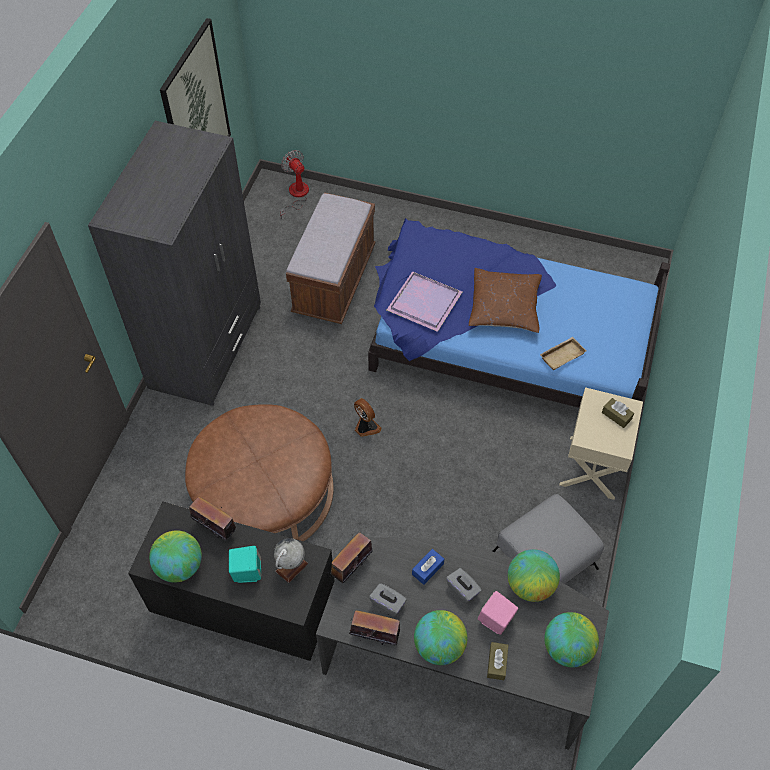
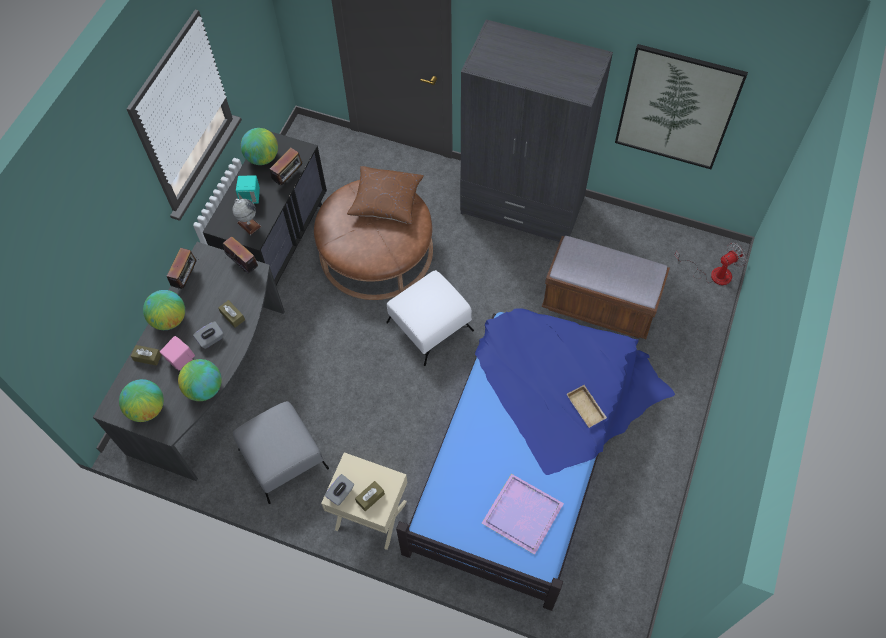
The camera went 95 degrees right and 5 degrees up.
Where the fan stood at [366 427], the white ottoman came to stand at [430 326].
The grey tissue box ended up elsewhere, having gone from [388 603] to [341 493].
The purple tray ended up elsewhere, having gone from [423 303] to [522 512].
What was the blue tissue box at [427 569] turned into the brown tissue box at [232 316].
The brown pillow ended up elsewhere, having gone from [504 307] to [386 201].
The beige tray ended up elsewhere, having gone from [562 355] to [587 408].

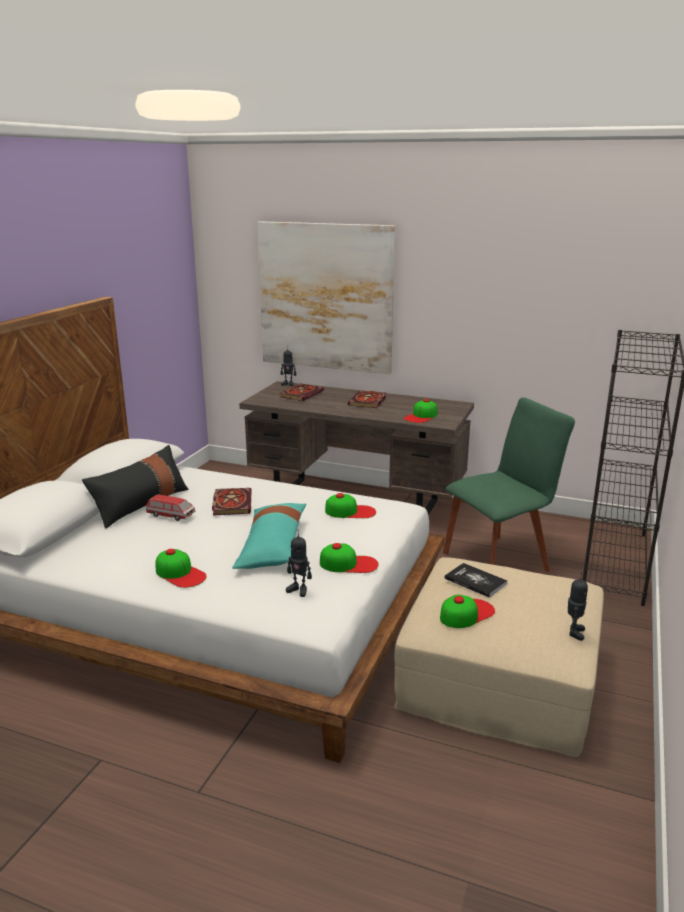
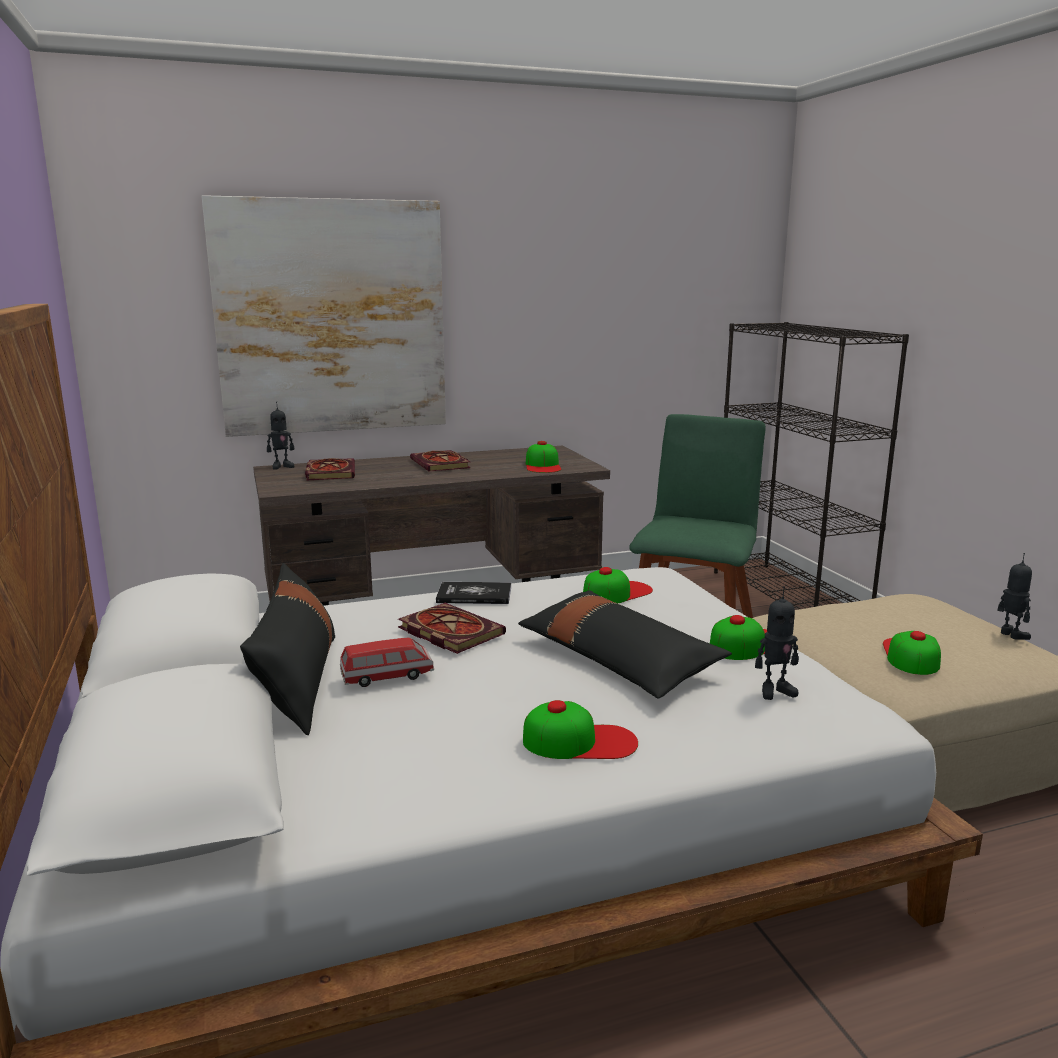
The camera went 40 degrees left and 5 degrees down.
What was the turquoise pillow at [272 546] turned into the black pillow at [617 661].
The book ended up elsewhere, having gone from [475 581] to [474 595].

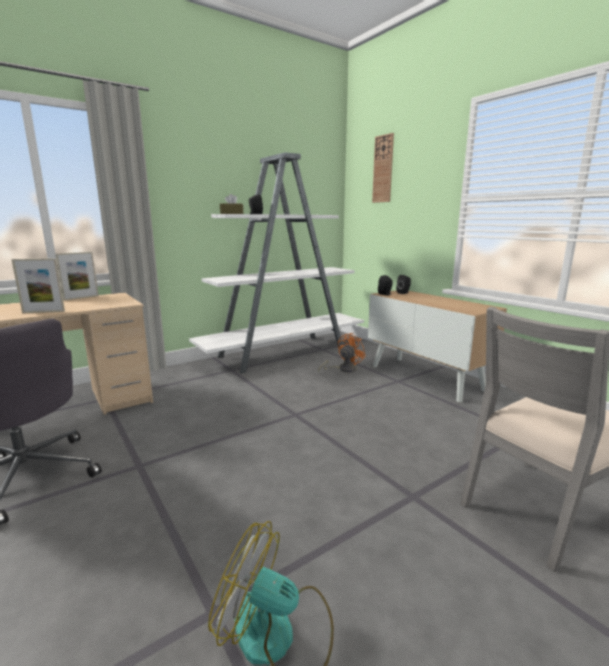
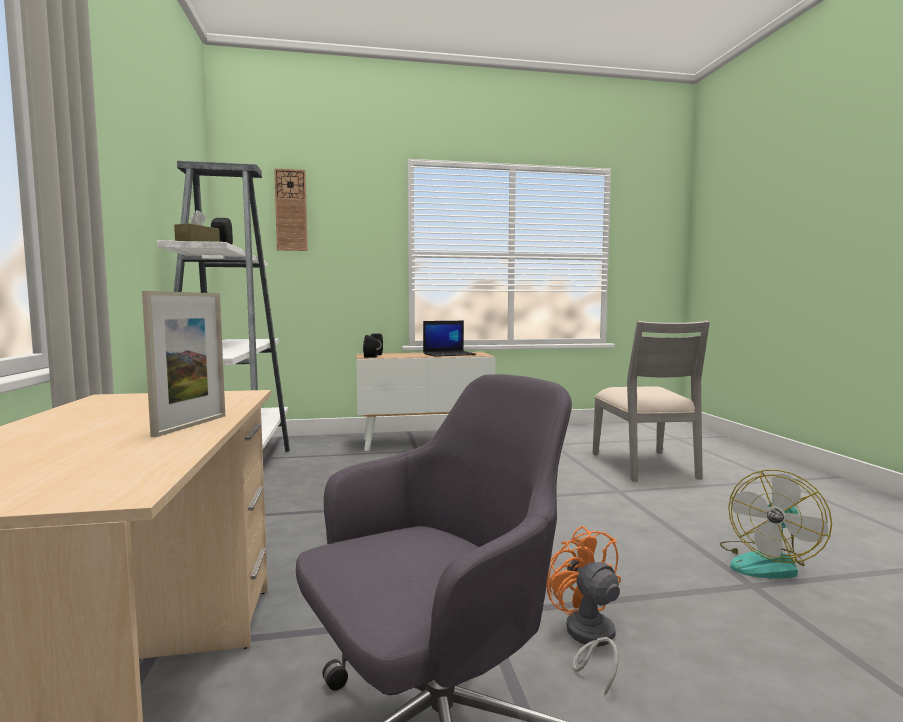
The camera went 65 degrees left and 10 degrees down.
The second view lost the picture frame at [81 298].
The orange fan ended up elsewhere, having gone from [343 369] to [588 639].
The second view gained the laptop at [449 354].

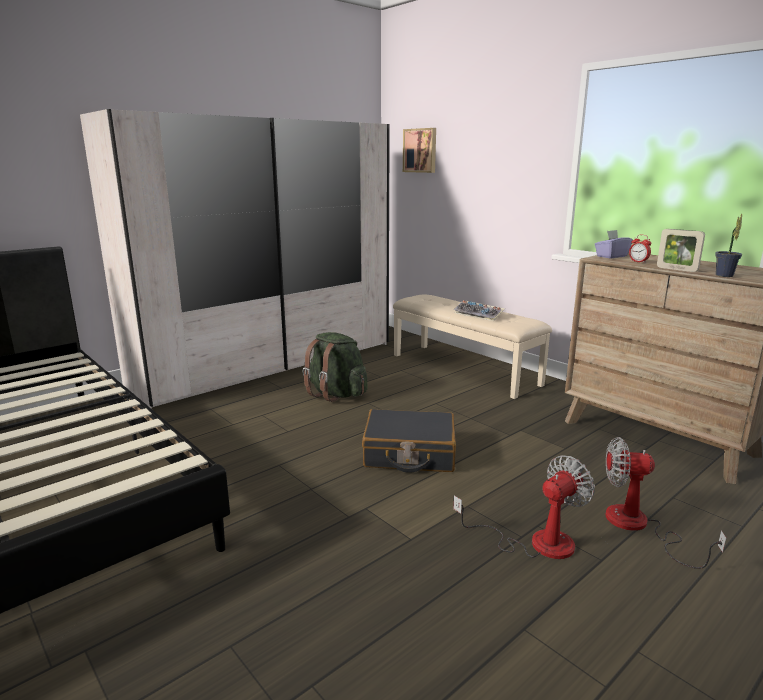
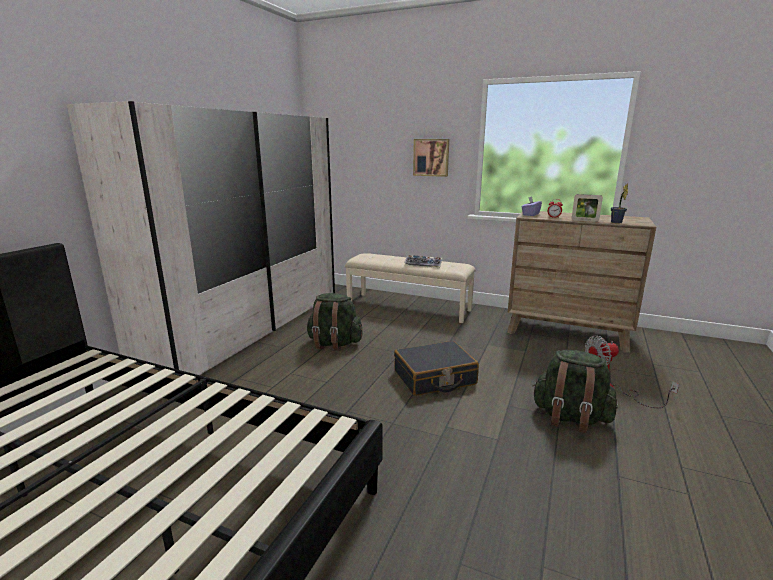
The camera went 25 degrees left and 0 degrees up.
The picture ended up elsewhere, having gone from [420 150] to [431 157].
Where the fan stood at [535 542], the green backpack came to stand at [570 418].

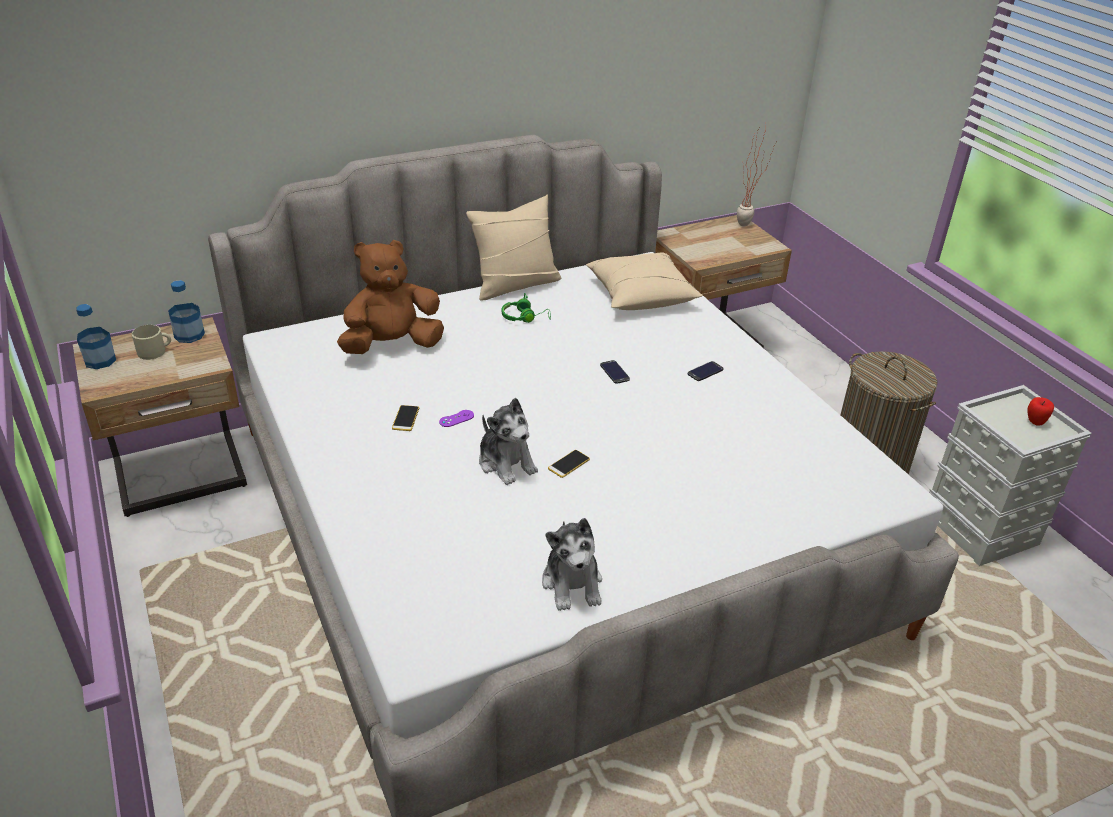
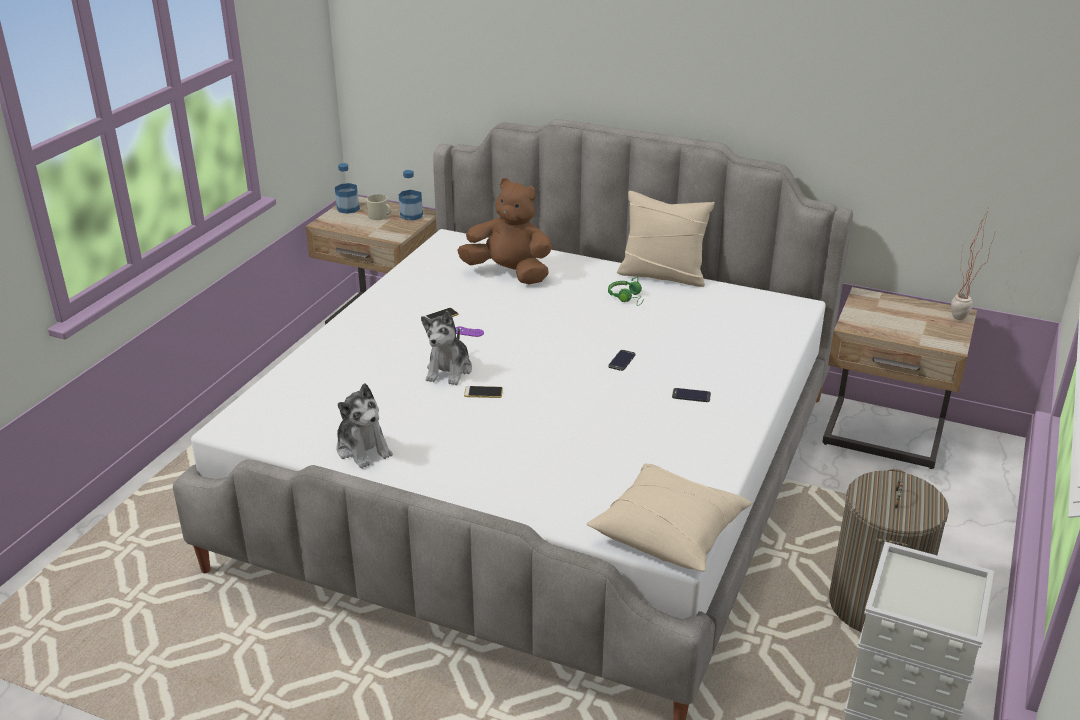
The camera went 50 degrees right and 5 degrees down.
The plush toy at [572 583] ended up facing another way, 75 degrees counterclockwise from before.
The beige pillow ended up elsewhere, having gone from [640 295] to [669 532].
The second view lost the apple at [1035 422].

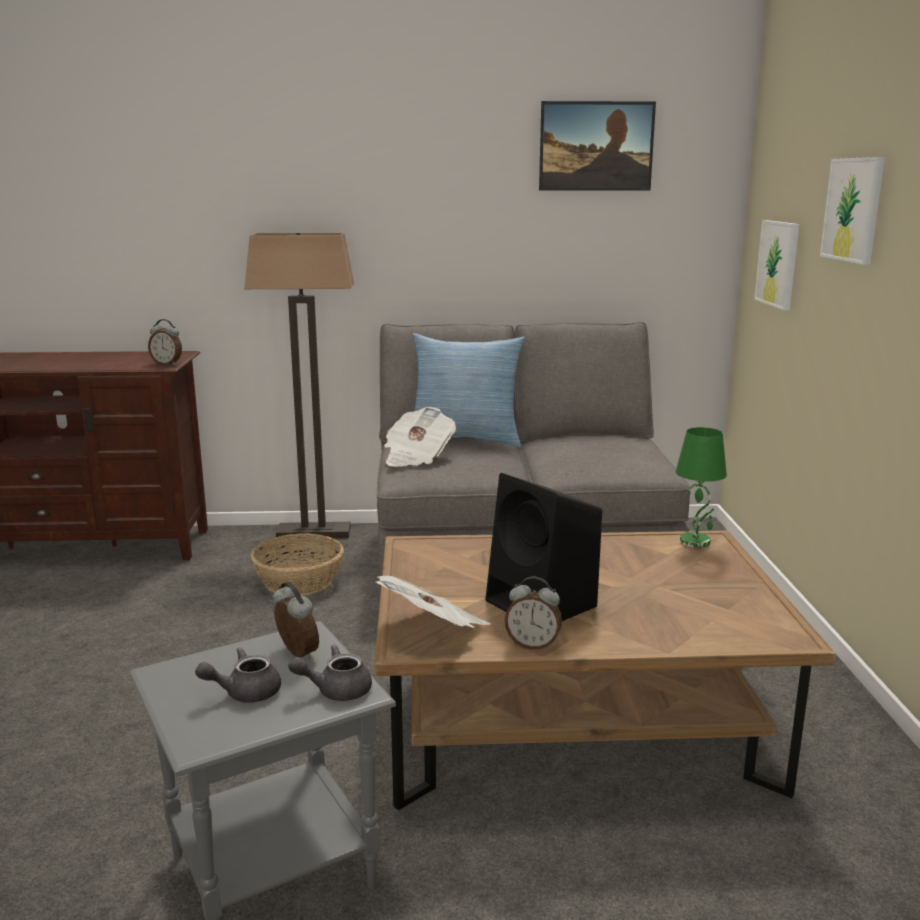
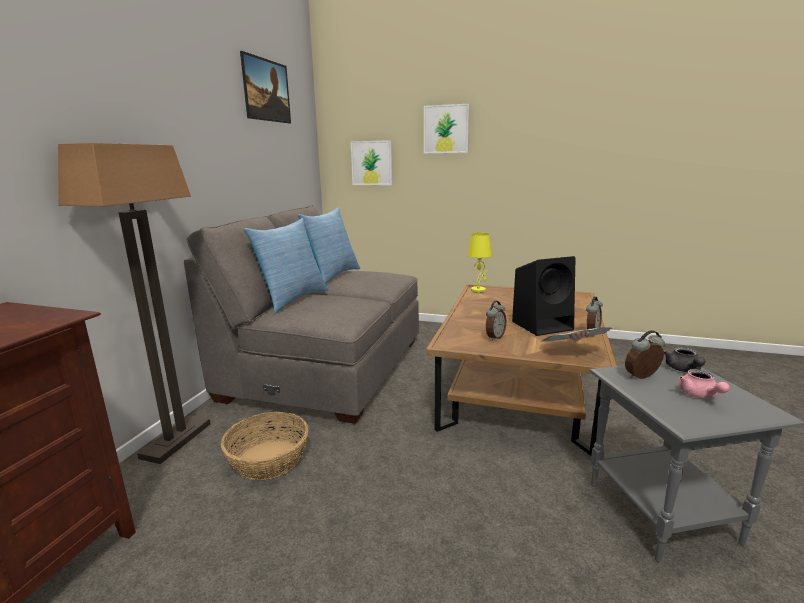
The camera went 70 degrees left and 0 degrees up.
The alarm clock ended up elsewhere, having gone from [167 364] to [494 337].
What was the grey teapot at [244 692] turned into the pink teapot at [700 395].
The second view lost the newspaper at [416 457].
What was the green table lamp at [696 541] turned into the yellow table lamp at [478 290].
The second view gained the pillow at [332 275].

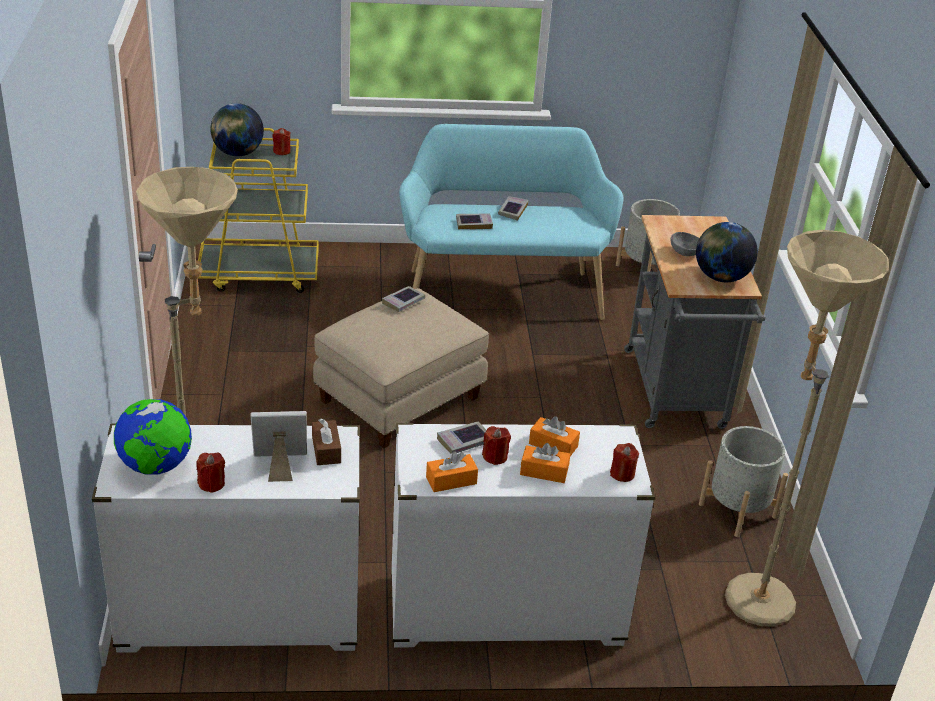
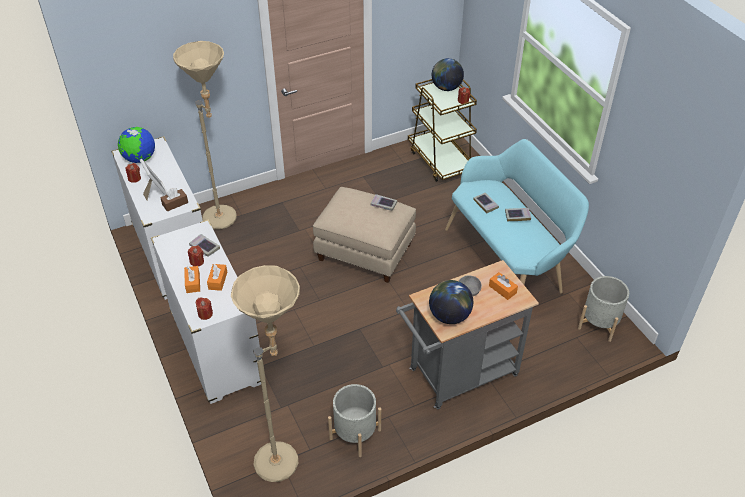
The camera went 70 degrees right and 10 degrees up.
What was the yellow cart at [259 273] turned into the brown cart at [440 160].
The orange tissue box ended up elsewhere, having gone from [451 480] to [502 289].

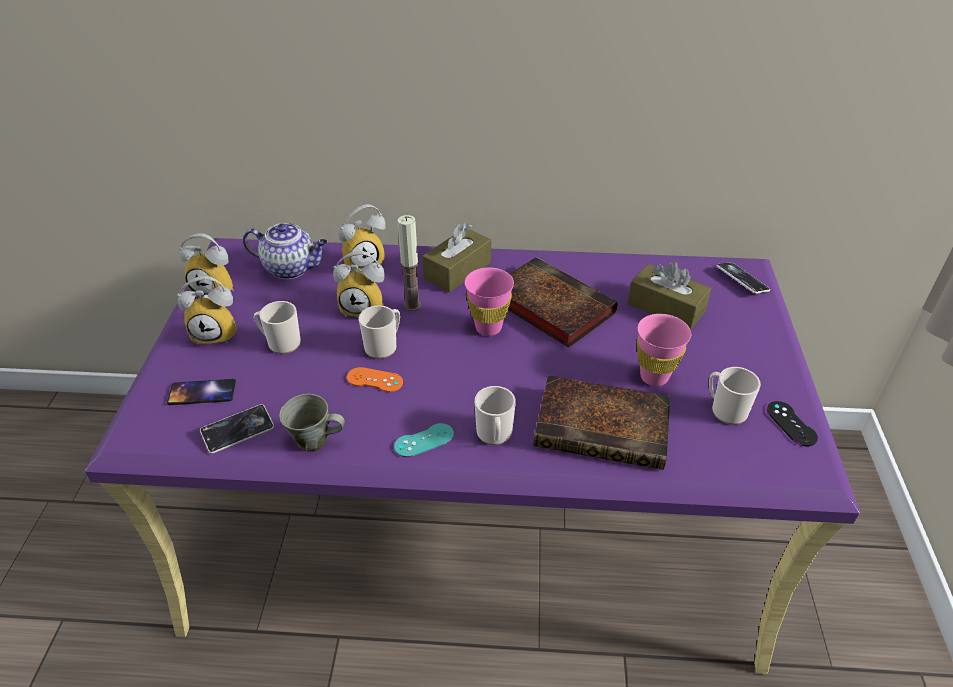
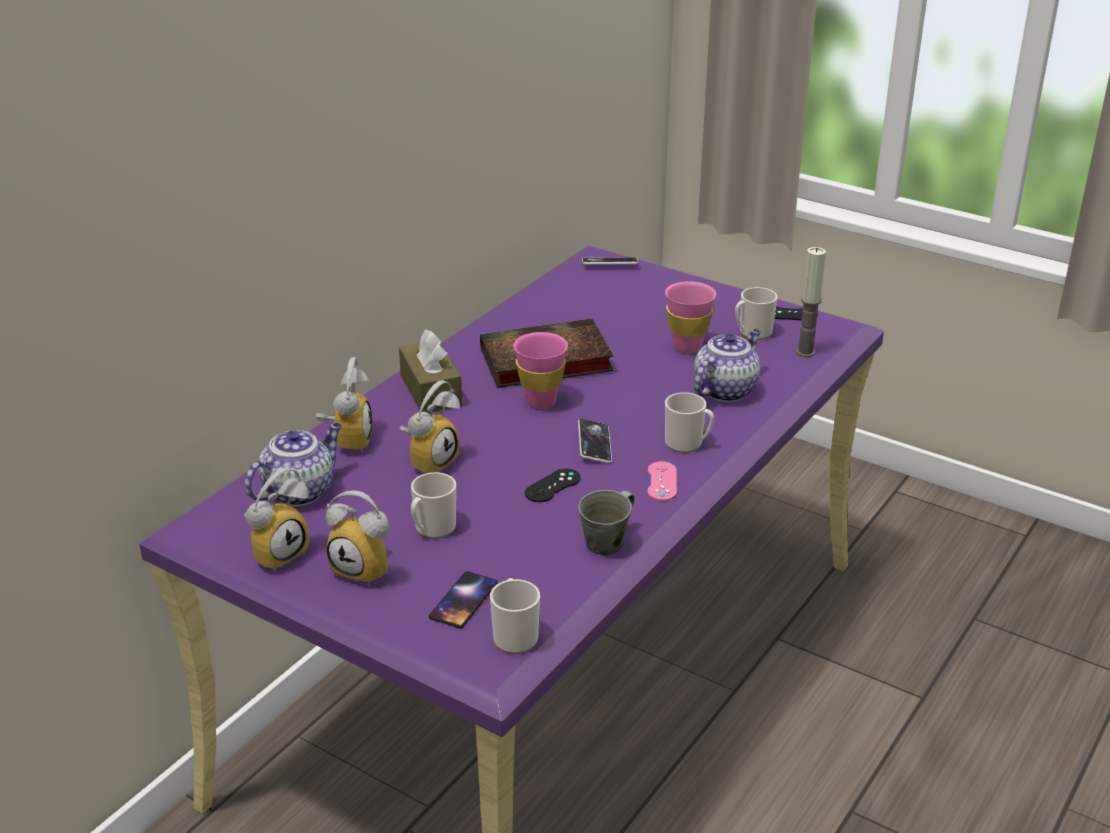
The camera went 60 degrees left and 10 degrees down.
The alarm clock at [218 333] ended up facing another way, 90 degrees clockwise from before.
The phone ended up elsewhere, having gone from [238 431] to [594 445].
What was the orange game controller at [374 380] turned into the black game controller at [552 486].
The mug ended up elsewhere, having gone from [383 346] to [515 635].
What was the turquoise game controller at [424 440] turned into the pink game controller at [662 481].
The candle ended up elsewhere, having gone from [412 305] to [805 352].
Where the book stood at [605 427], the teapot came to stand at [725 390].
The second view lost the brown tissue box at [666 308].

